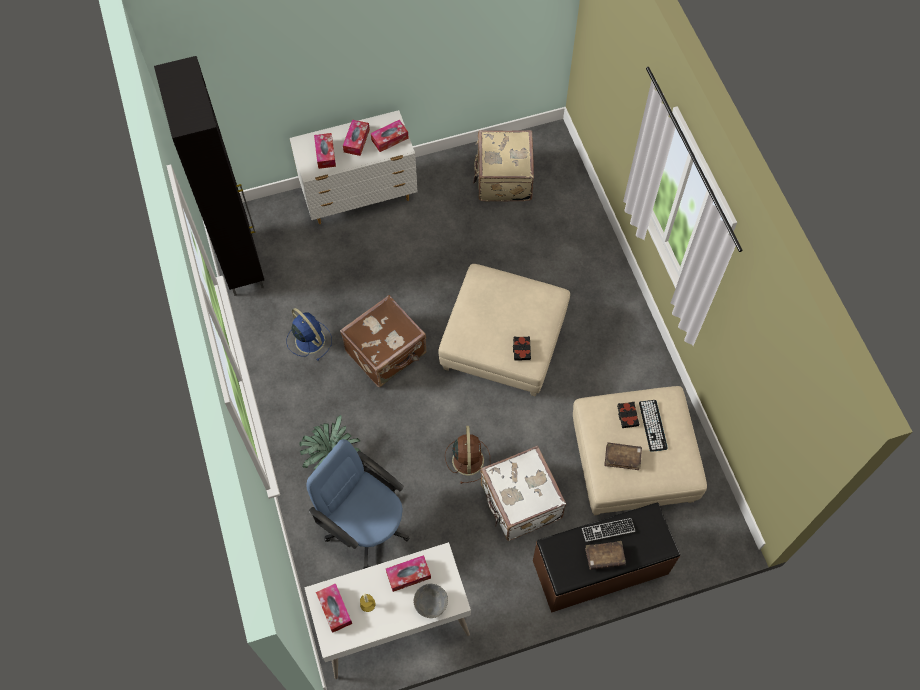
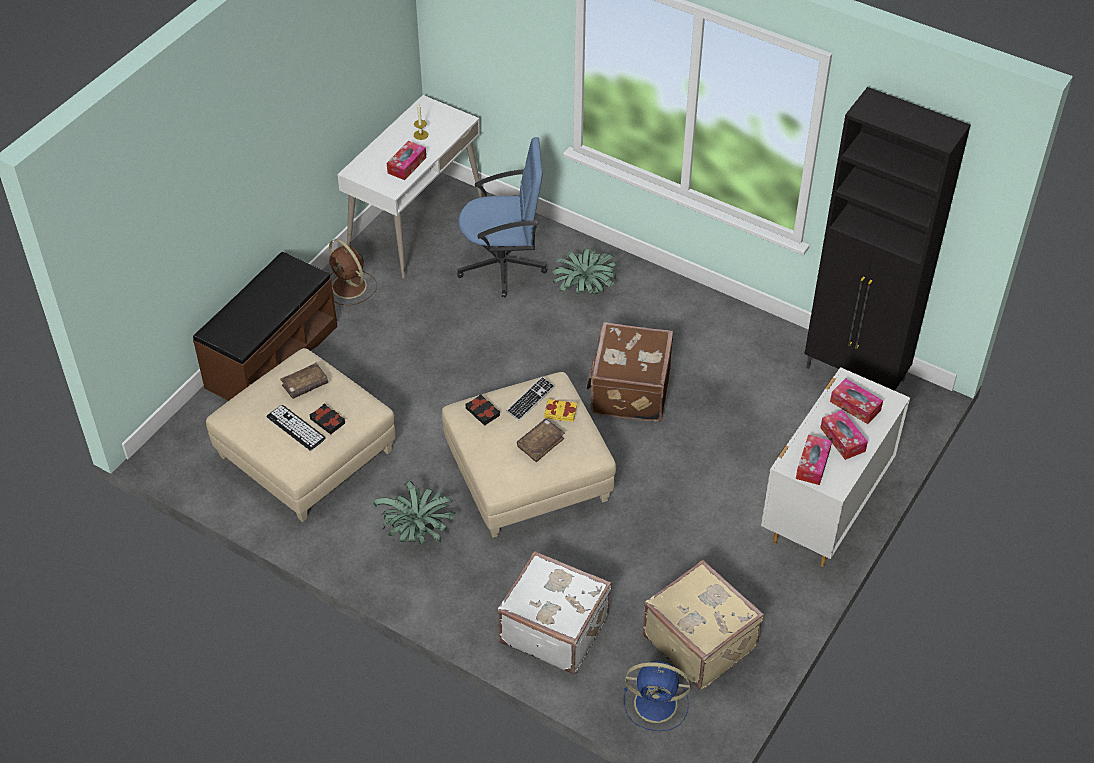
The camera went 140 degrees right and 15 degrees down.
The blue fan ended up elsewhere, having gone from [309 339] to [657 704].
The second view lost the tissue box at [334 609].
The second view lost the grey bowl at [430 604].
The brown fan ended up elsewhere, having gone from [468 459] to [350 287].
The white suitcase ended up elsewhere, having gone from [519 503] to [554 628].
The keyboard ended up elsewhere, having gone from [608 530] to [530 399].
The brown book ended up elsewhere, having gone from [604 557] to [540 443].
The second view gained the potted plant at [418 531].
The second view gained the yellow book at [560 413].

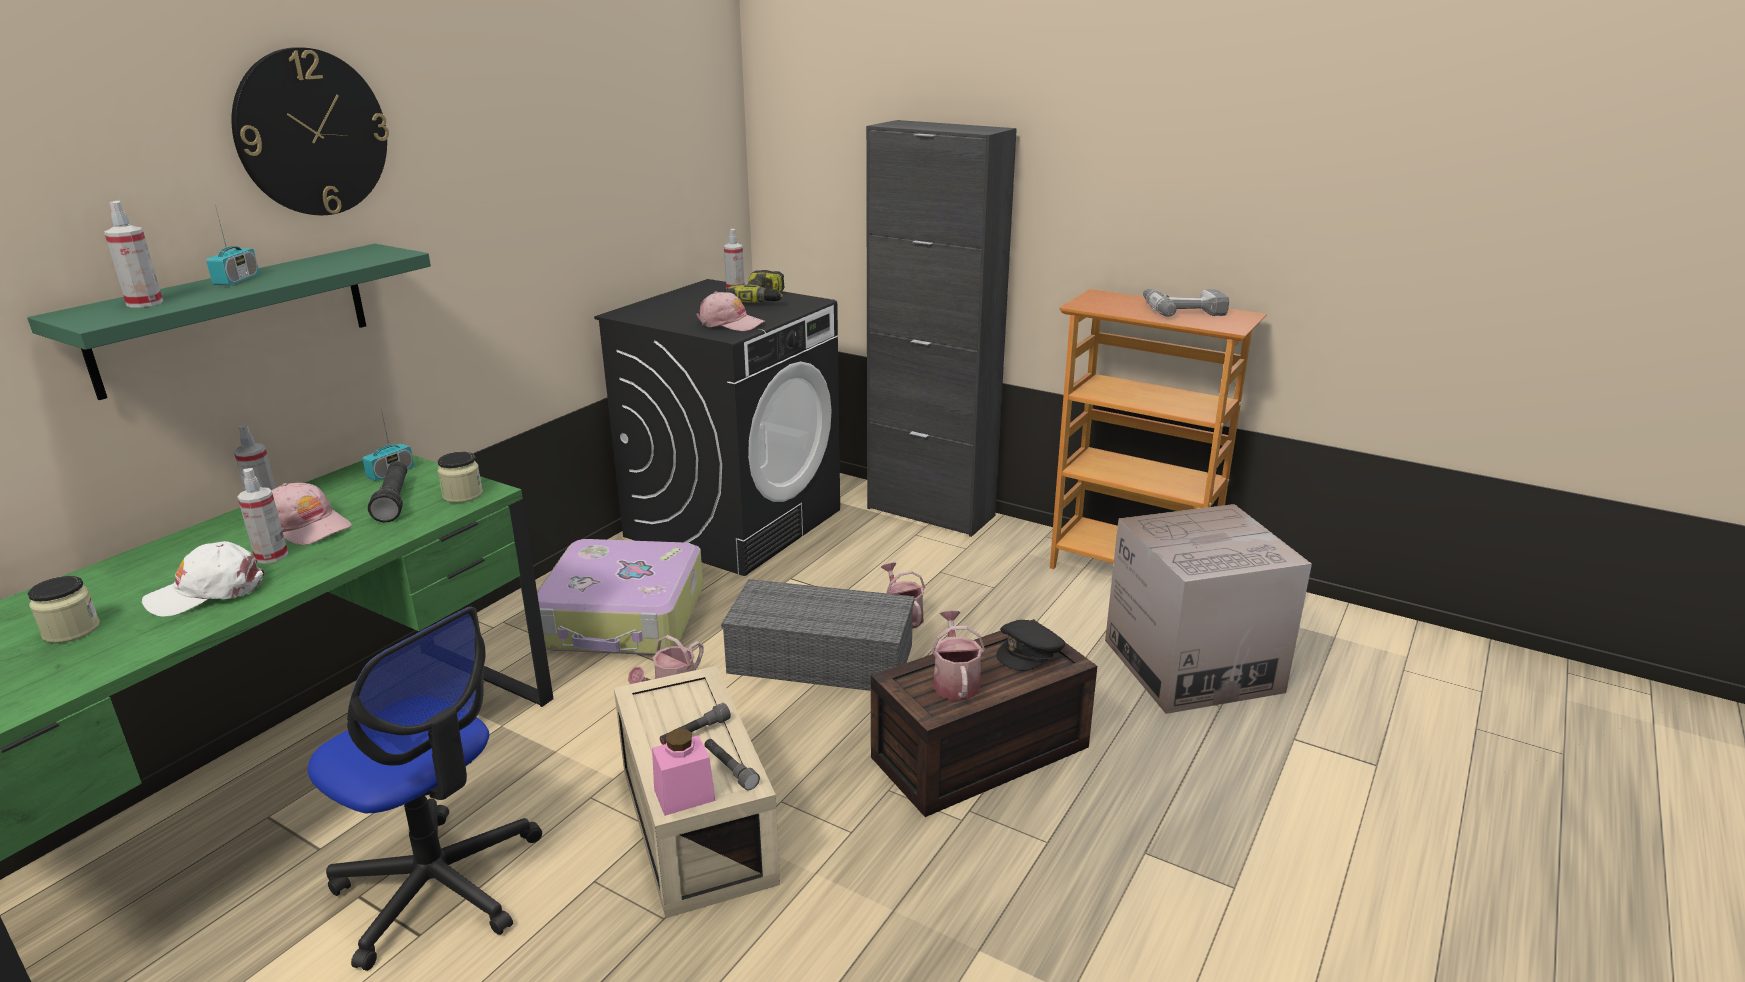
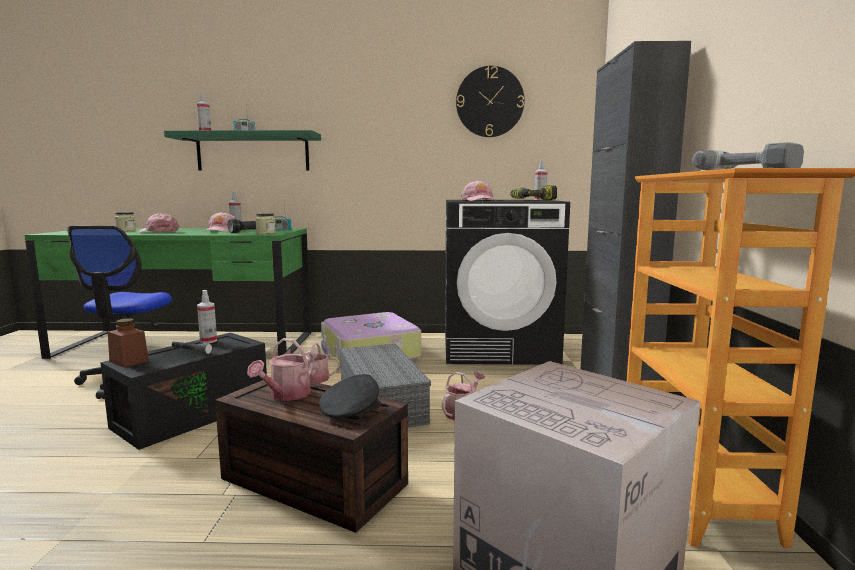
The camera went 60 degrees right and 15 degrees down.
What was the white cap at [207 592] turned into the pink cap at [158 232].
The wall clock ended up elsewhere, having gone from [311 133] to [490 102].
The spray bottle ended up elsewhere, having gone from [271 556] to [208 341].
What was the beige storage box at [692 822] turned into the black storage box at [194 413].
What was the pink jar at [684 795] turned into the brown jar at [129 361].
The second view lost the grey flashlight at [730 769].
The watering can at [955 681] ended up facing another way, 150 degrees clockwise from before.
The black cap at [1030 652] ended up facing another way, 105 degrees clockwise from before.

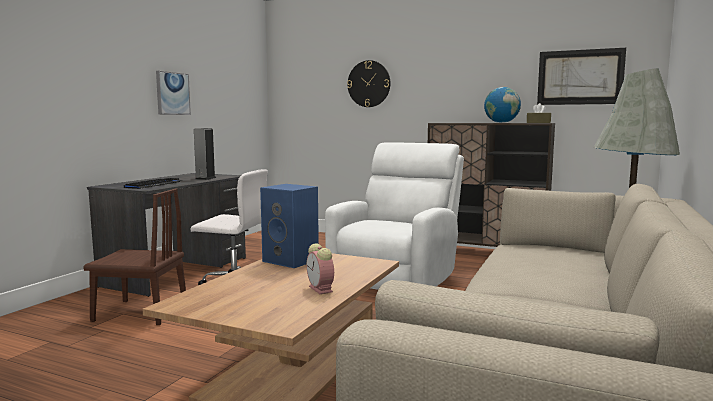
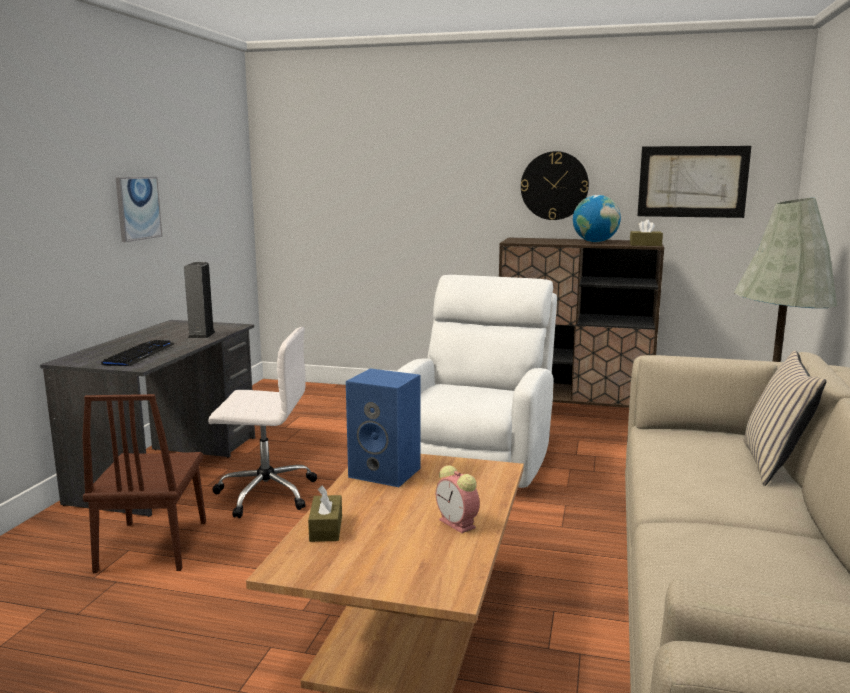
The camera went 10 degrees left and 5 degrees up.
The brown chair at [140 312] ended up facing another way, 90 degrees clockwise from before.
The wall clock ended up elsewhere, having gone from [369 84] to [554 186].
The second view gained the brown tissue box at [326 528].
The second view gained the beige pillow at [774 464].

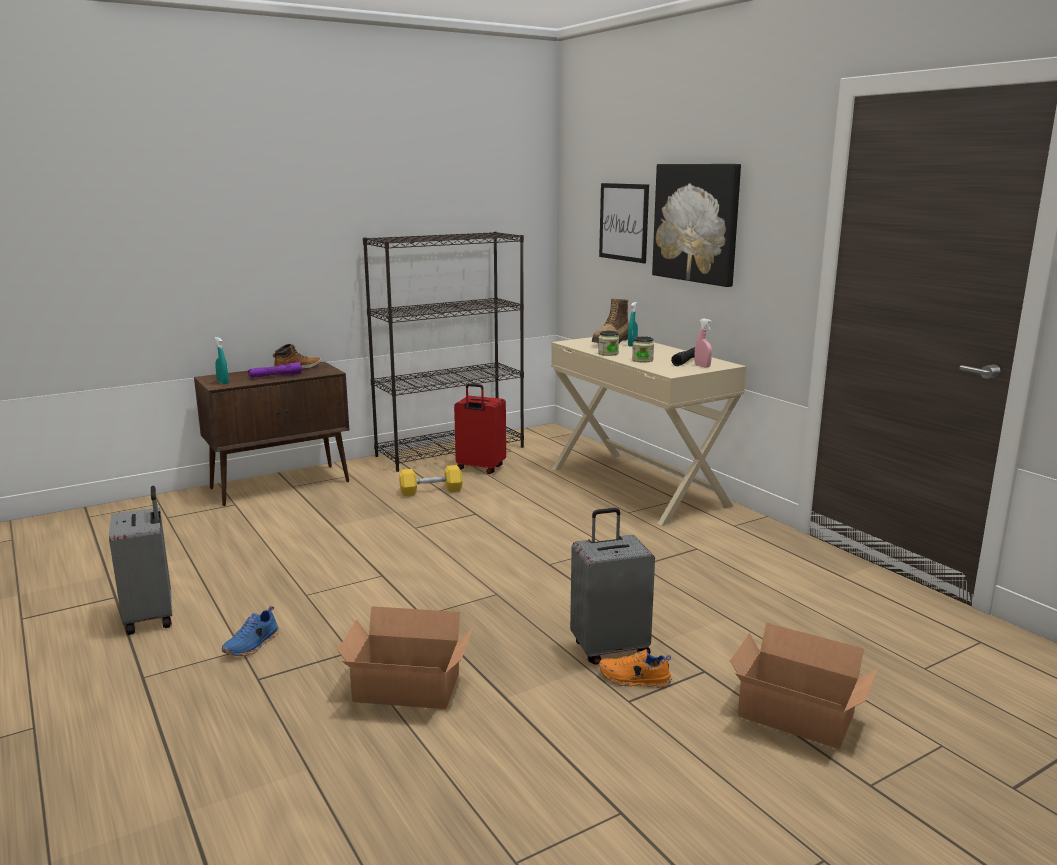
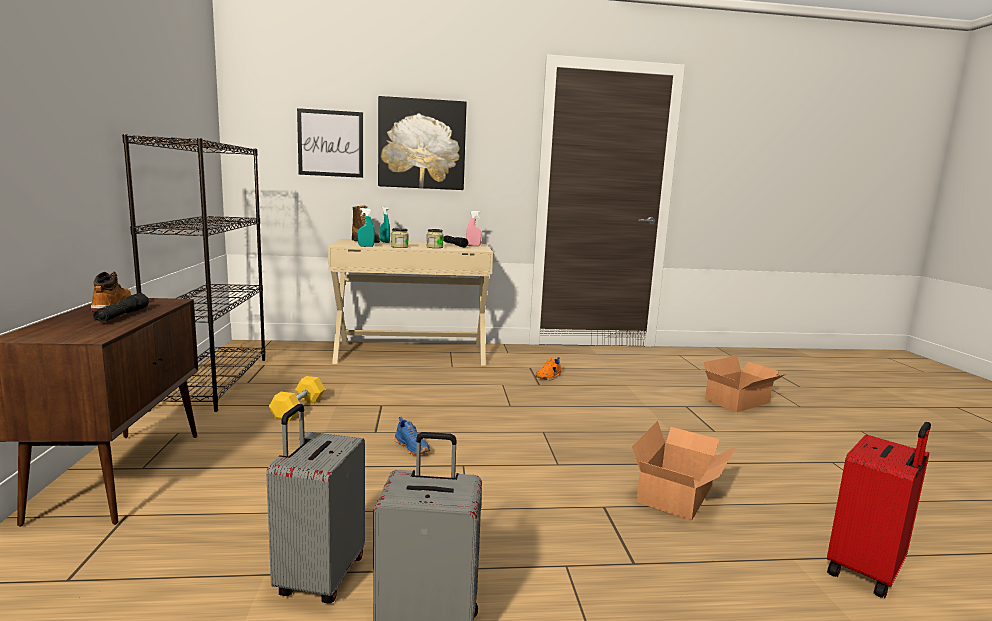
The camera went 65 degrees left and 5 degrees down.
The turquoise spray bottle ended up elsewhere, having gone from [223 383] to [366 246].
The blue shoe ended up elsewhere, having gone from [252 645] to [412 447].
What was the purple flashlight at [275 376] turned into the black flashlight at [122 315].
The red suitcase ended up elsewhere, having gone from [480 468] to [867 571].
The grey suitcase ended up elsewhere, having gone from [609 649] to [319 577].
The orange shoe ended up elsewhere, having gone from [634 680] to [549 377].

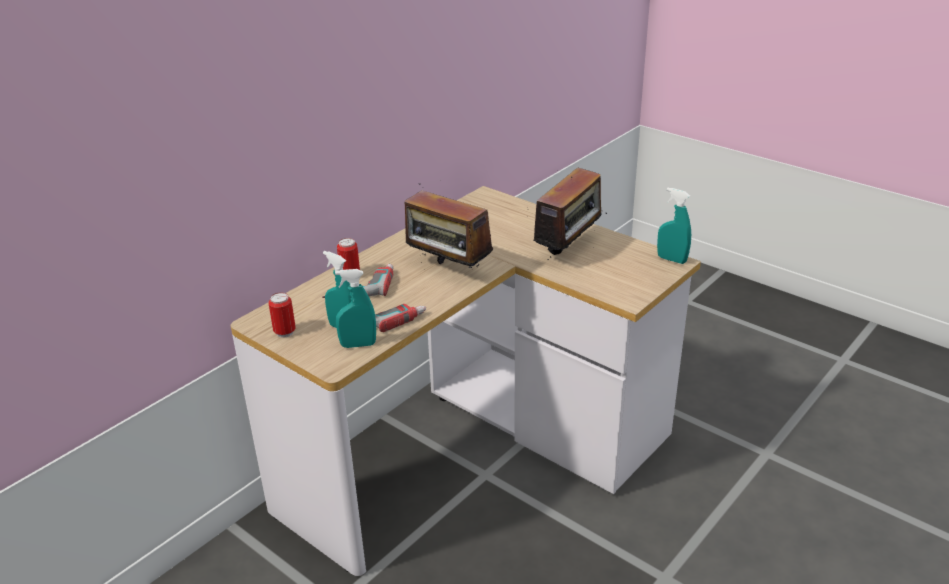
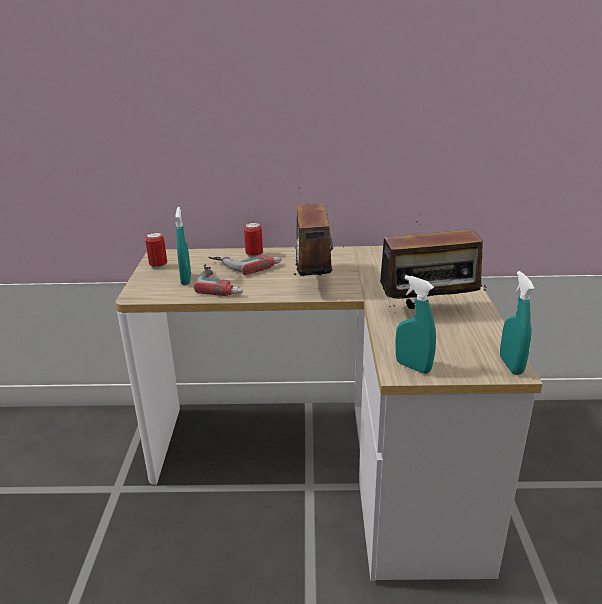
The camera went 50 degrees right and 5 degrees down.
The turquoise spray bottle ended up elsewhere, having gone from [358 345] to [413 367].

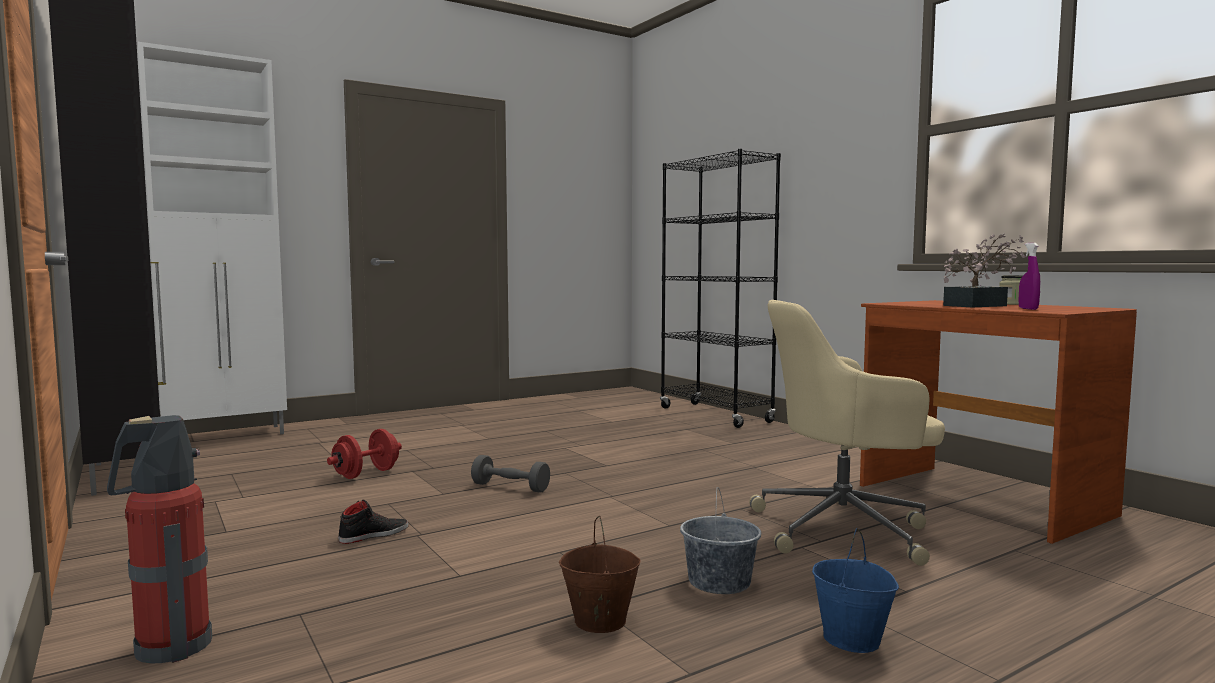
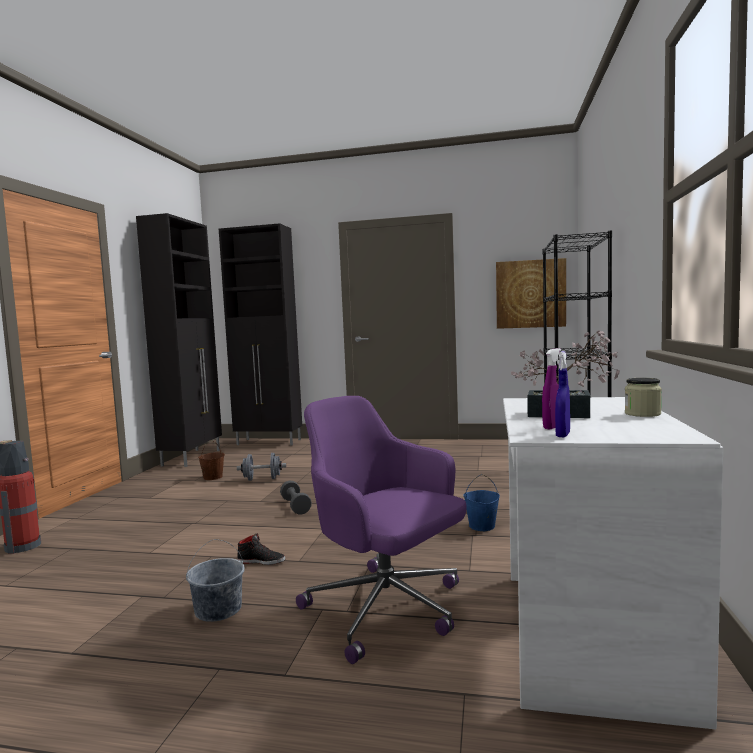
The camera went 45 degrees right and 0 degrees up.
What was the white cabinet at [227 436] turned into the black cabinet at [269 442].
What was the red dumbbell at [366 474] turned into the grey dumbbell at [262 479].
The black shoe ended up elsewhere, having gone from [373 535] to [261 561].
The brown bucket ended up elsewhere, having gone from [599 621] to [212 477].
What was the beige office chair at [844 529] turned into the purple office chair at [387 609].
The blue bucket ended up elsewhere, having gone from [852 639] to [482 526].
What was the brown desk at [979 500] turned into the white desk at [586 636].
The second view gained the picture at [530 294].
The second view gained the blue spray bottle at [563 435].

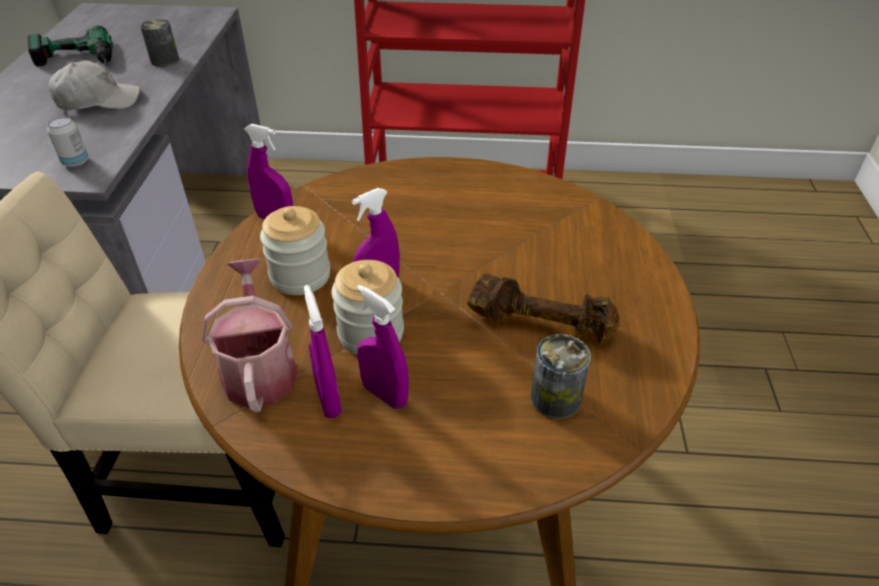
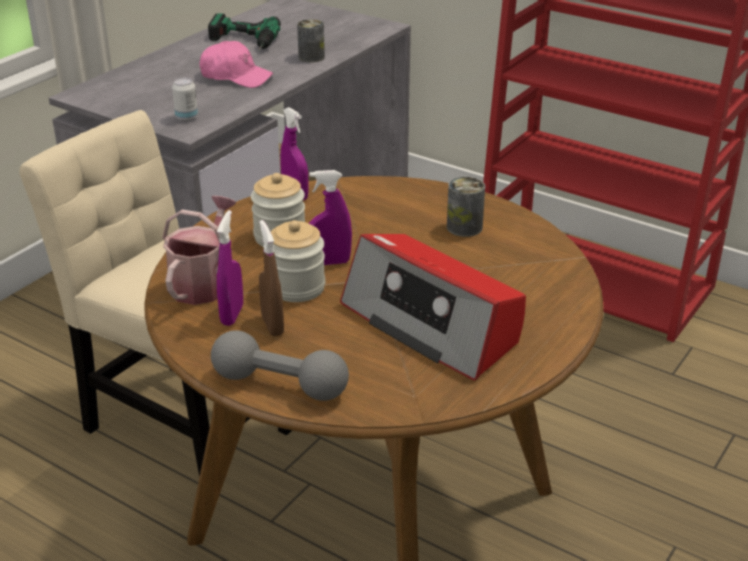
The camera went 30 degrees right and 10 degrees down.
What was the white cap at [98 100] turned into the pink cap at [236 77].
What was the purple spray bottle at [385 394] turned into the brown spray bottle at [272 325].
Where the brown dumbbell stood at [541 323], the radio came to stand at [432 324].
The can ended up elsewhere, having gone from [555 398] to [464 227].
The second view gained the grey dumbbell at [280 384].

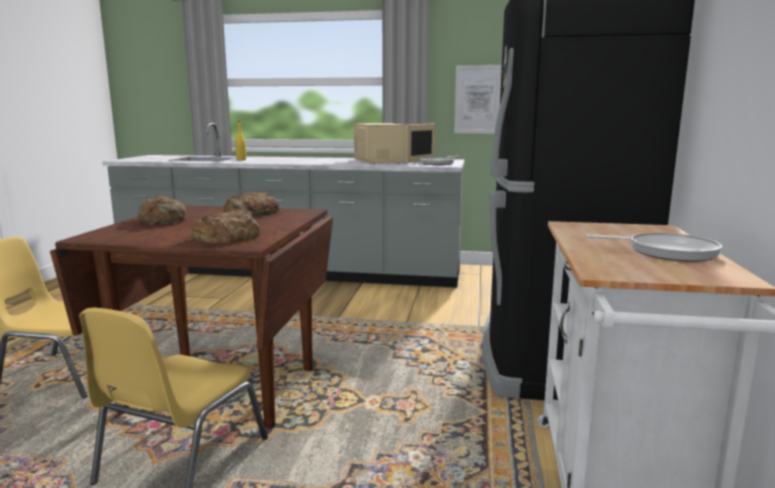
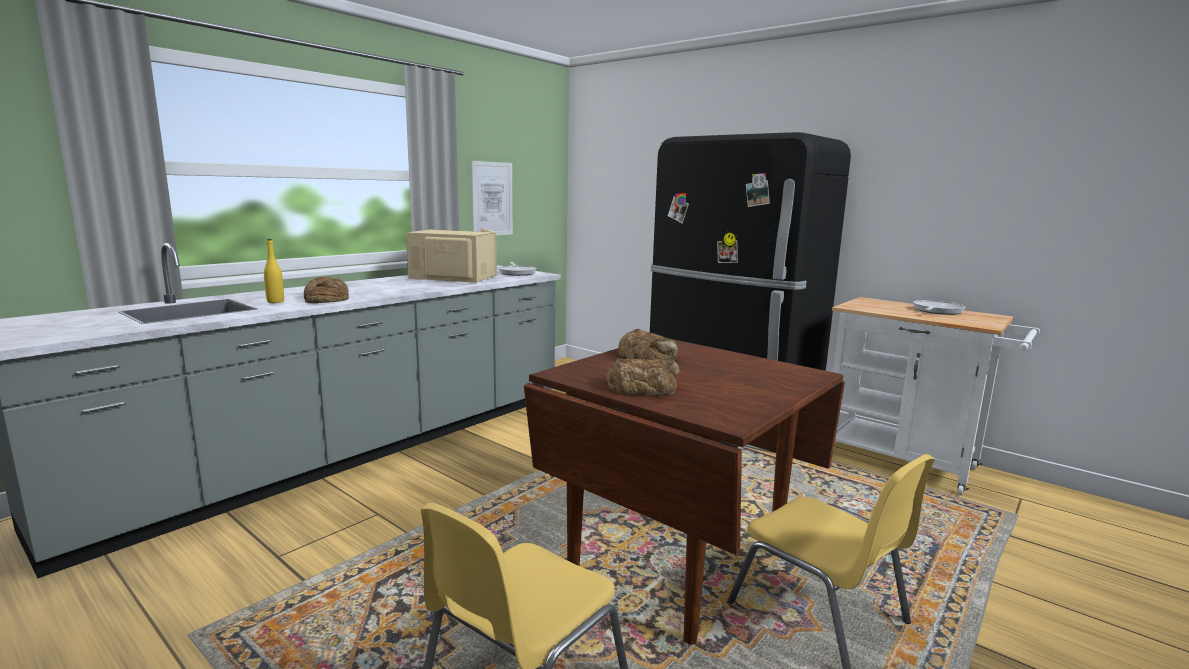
The camera went 60 degrees left and 0 degrees up.
The bread ended up elsewhere, having gone from [227 236] to [326 298].

